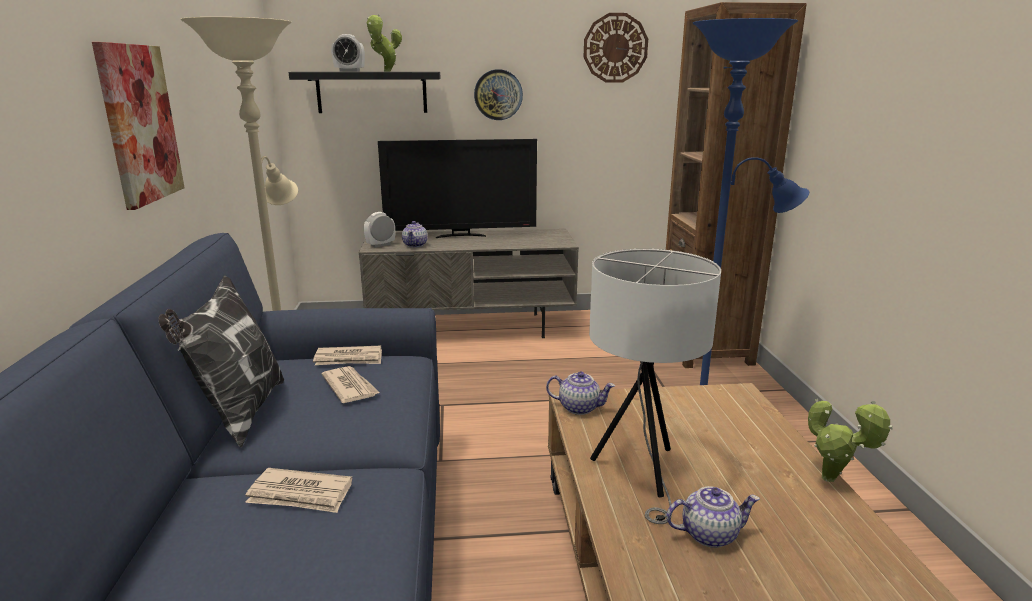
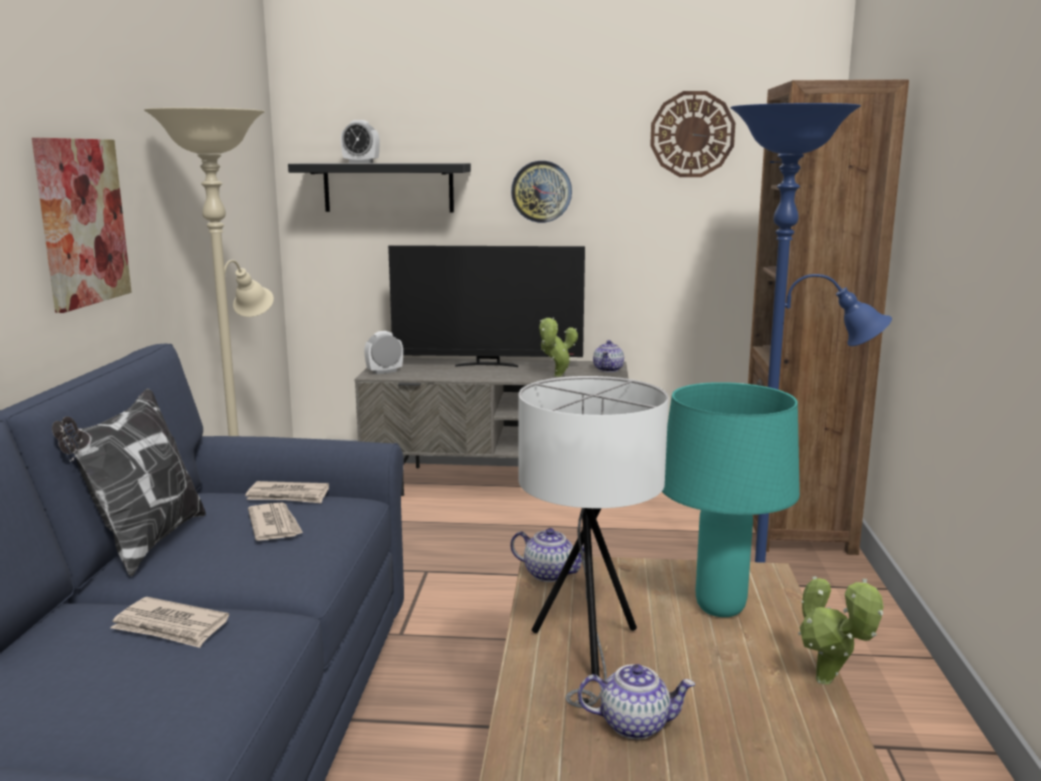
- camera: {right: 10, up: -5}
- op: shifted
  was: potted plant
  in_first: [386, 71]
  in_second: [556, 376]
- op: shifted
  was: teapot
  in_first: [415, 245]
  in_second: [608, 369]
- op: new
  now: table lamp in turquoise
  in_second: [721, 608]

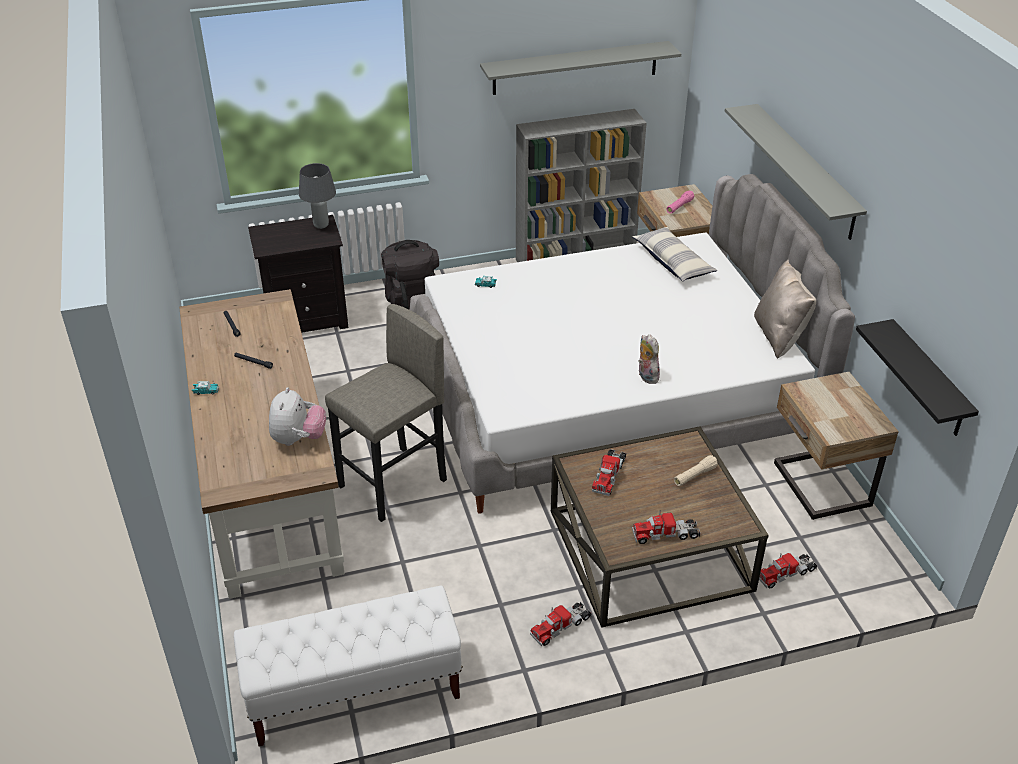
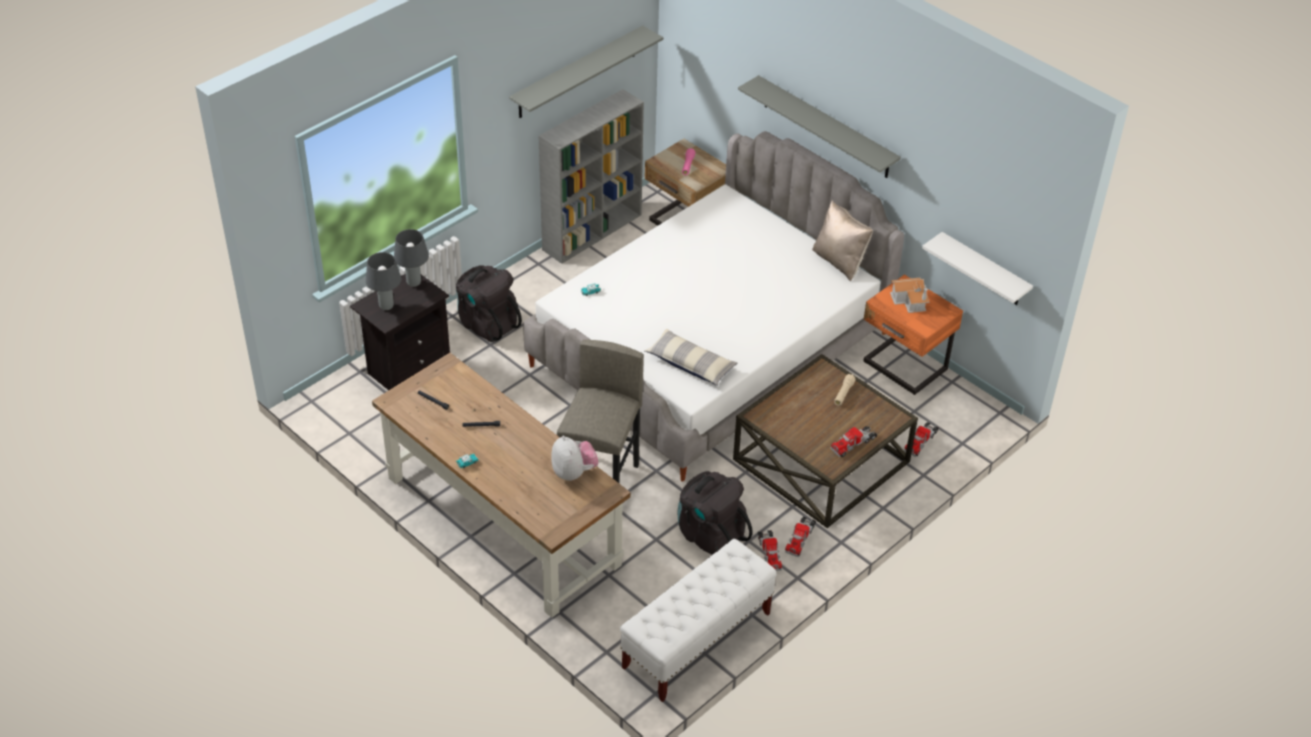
- camera: {right: -30, up: 5}
- op: shifted
  was: toy truck
  in_first: [609, 475]
  in_second: [769, 553]
- op: shifted
  was: pillow
  in_first: [673, 262]
  in_second: [690, 364]
- op: gone
  was: plush toy
  in_first: [646, 376]
- op: repainted
  was: nightstand in beige
  now: nightstand in orange
  in_first: [819, 486]
  in_second: [904, 367]
- op: repainted
  was: shelf in black
  now: shelf in white
  in_first: [928, 380]
  in_second: [984, 270]
- op: new
  now: table lamp in grey
  in_second: [387, 306]
- op: new
  now: backpack in black
  in_second: [710, 534]
- op: new
  now: toy house
  in_second: [910, 300]

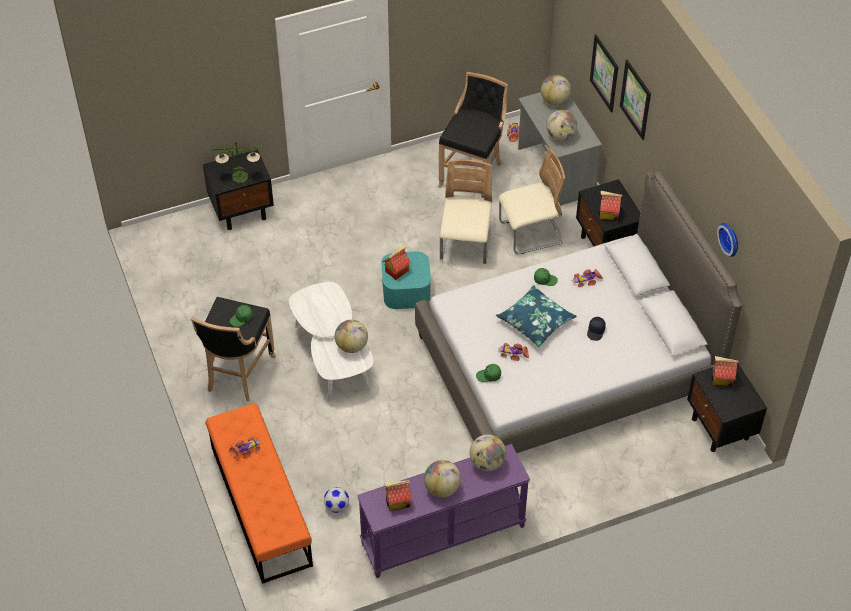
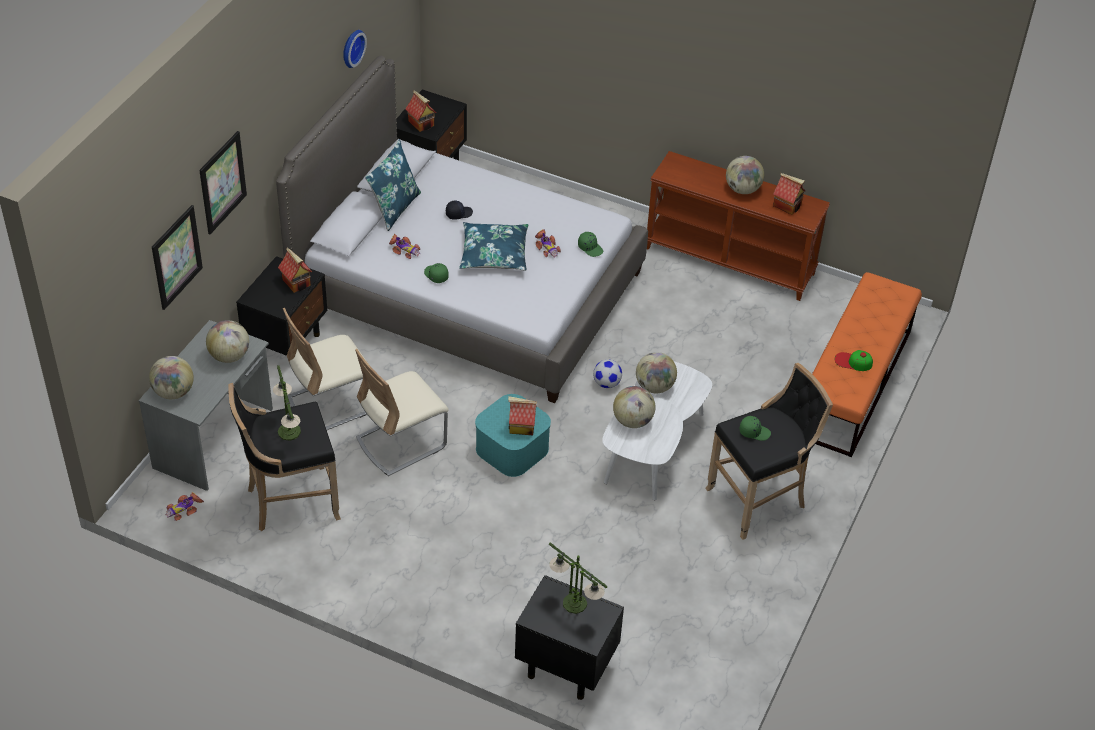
- camera: {right: -135, up: -5}
- op: swapped
  was: toy car
  now: cap
  in_first: [246, 450]
  in_second: [853, 362]
- op: shifted
  was: football
  in_first: [336, 506]
  in_second: [606, 383]
- op: repainted
  was: console table in purple
  now: console table in brown
  in_first: [443, 536]
  in_second: [730, 260]
- op: shifted
  was: globe
  in_first: [487, 463]
  in_second: [633, 421]
- op: rotated
  was: chair in beige
  in_first: [530, 233]
  in_second: [330, 404]
  clockwise: -60
- op: new
  now: table lamp
  in_second: [289, 432]
- op: new
  now: pillow in blue
  in_second: [394, 208]

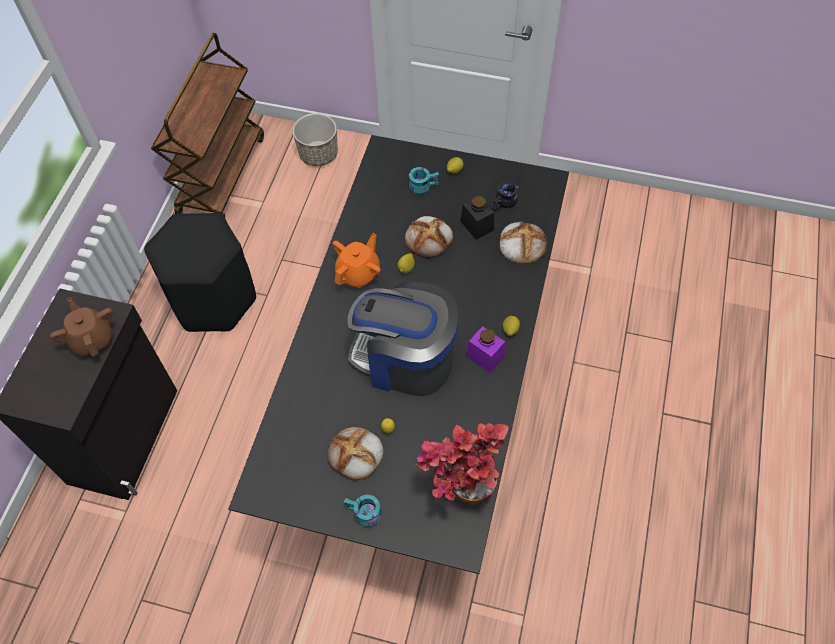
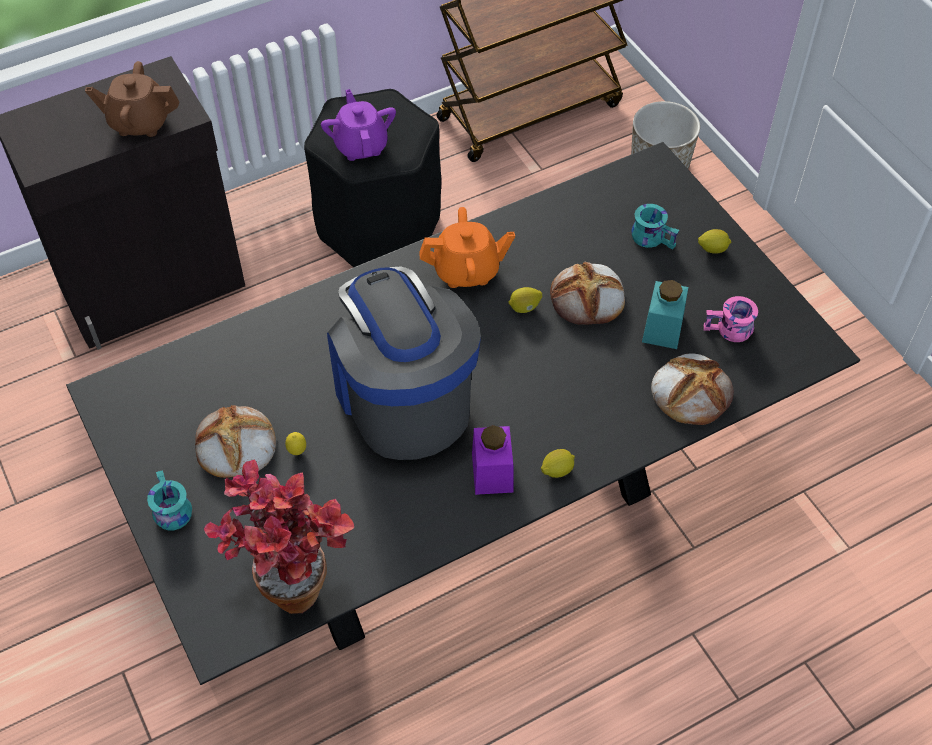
- camera: {right: 45, up: -5}
- op: rotated
  was: teapot in brown
  in_first: [92, 339]
  in_second: [140, 122]
  clockwise: -105
- op: repainted
  was: jar in black
  now: jar in turquoise
  in_first: [477, 225]
  in_second: [662, 328]
- op: repainted
  was: mug in black
  now: mug in pink
  in_first: [505, 203]
  in_second: [729, 331]
- op: new
  now: teapot in purple
  in_second: [361, 145]

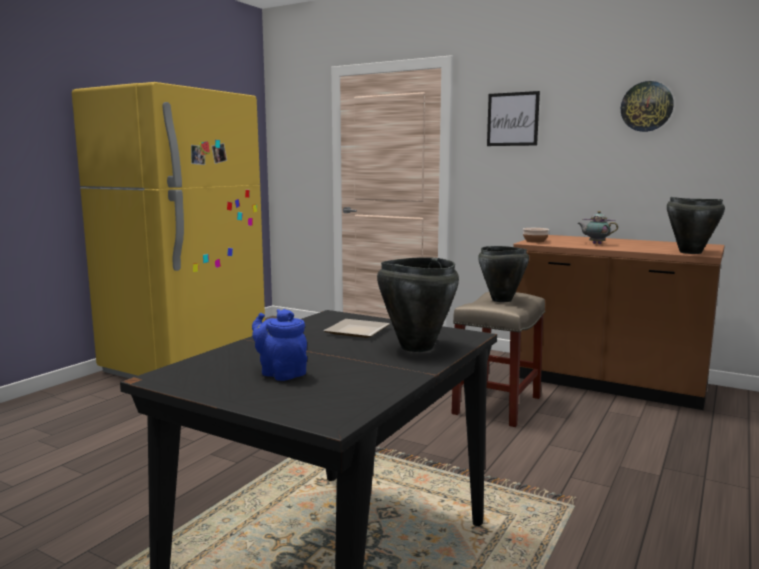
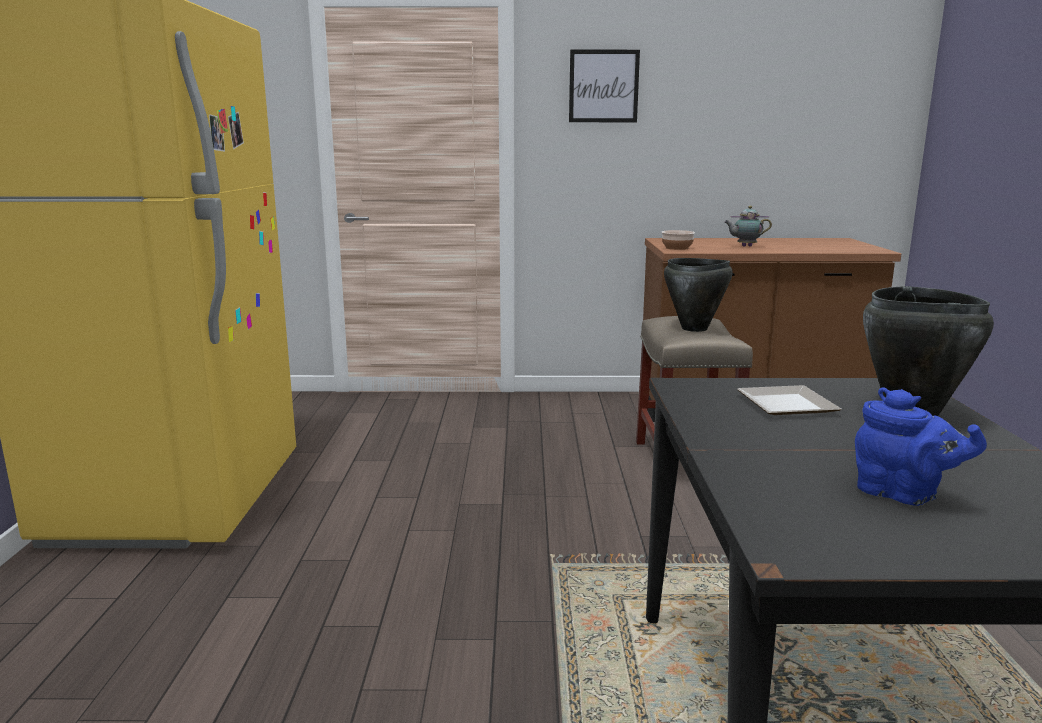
- camera: {right: -30, up: 5}
- op: rotated
  was: teapot in blue
  in_first: [280, 373]
  in_second: [902, 495]
  clockwise: -150
- op: gone
  was: wall clock
  in_first: [646, 106]
- op: gone
  was: cooking pot in black
  in_first: [690, 252]

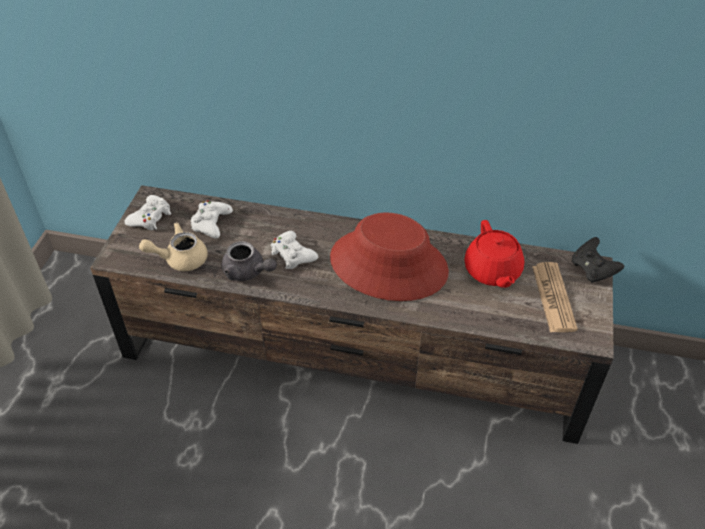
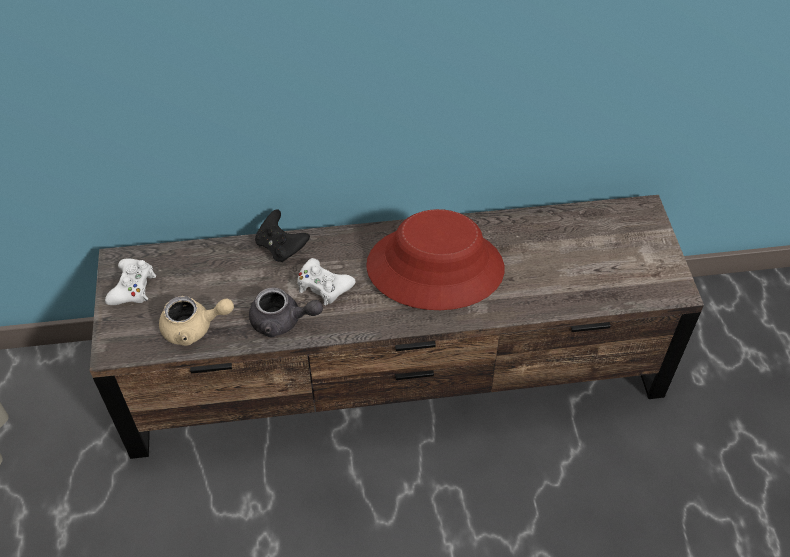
- camera: {right: -20, up: 5}
- op: rotated
  was: teapot in beige
  in_first: [180, 259]
  in_second: [194, 328]
  clockwise: -150
- op: gone
  was: game controller in white
  in_first: [211, 223]
- op: gone
  was: teapot in red
  in_first: [492, 271]
- op: gone
  was: newspaper
  in_first: [553, 298]
- op: shifted
  was: game controller in black
  in_first: [592, 270]
  in_second: [281, 247]

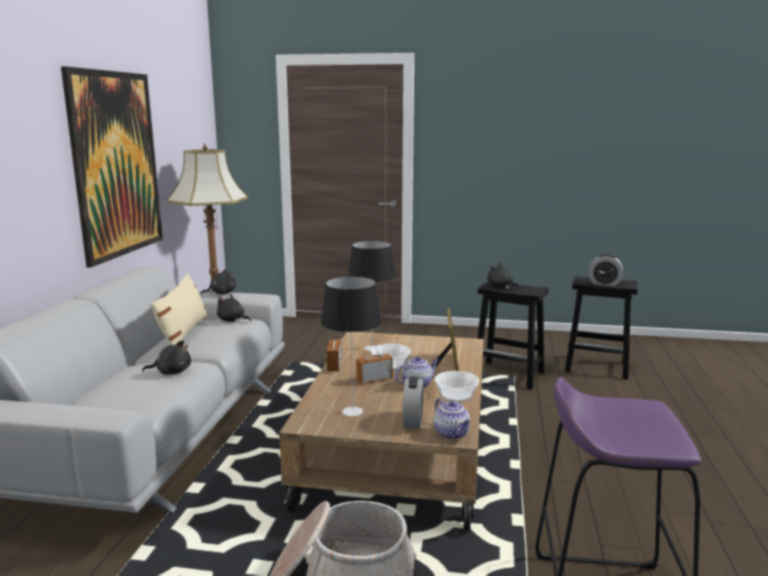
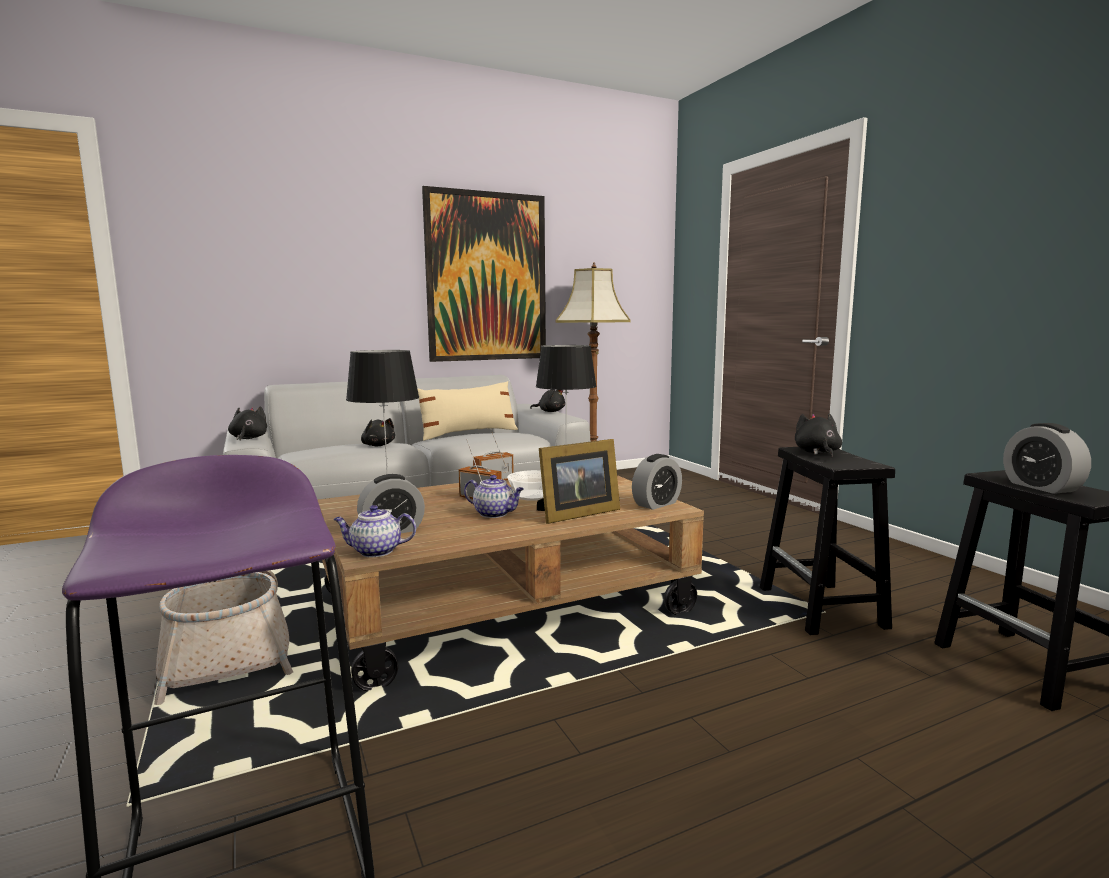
- camera: {right: 55, up: -5}
- op: shifted
  was: plush toy in black
  in_first: [232, 320]
  in_second: [248, 438]
- op: rotated
  was: teapot
  in_first: [452, 434]
  in_second: [375, 551]
  clockwise: 60
- op: gone
  was: bowl
  in_first: [455, 395]
- op: new
  now: alarm clock
  in_second: [656, 504]

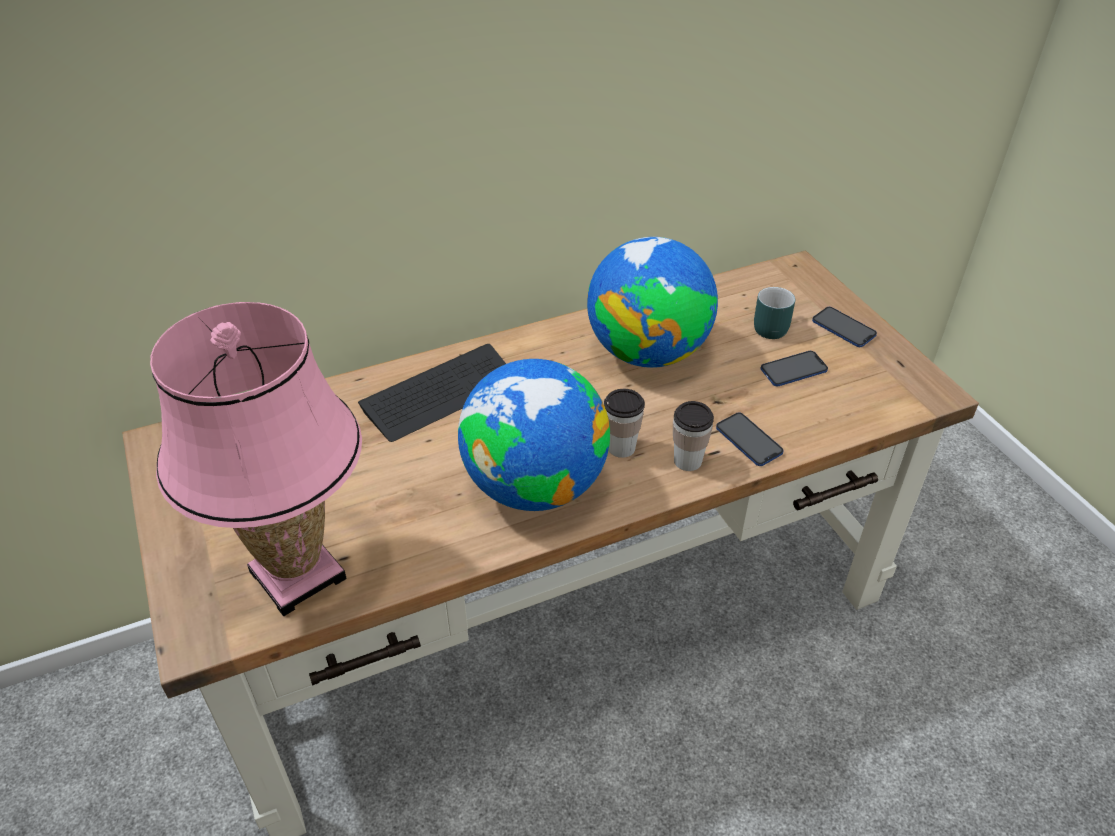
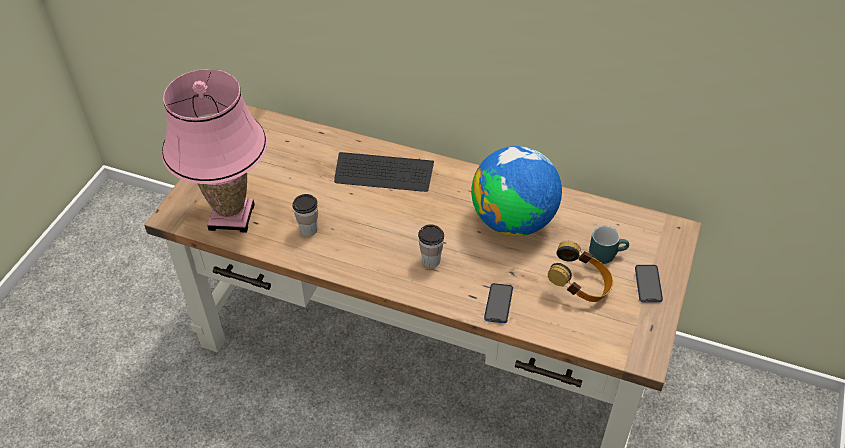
- camera: {right: 45, up: 5}
- op: gone
  was: globe
  in_first: [534, 486]
- op: shifted
  was: cup
  in_first: [687, 461]
  in_second: [308, 229]
- op: swapped
  was: phone
  now: headphones
  in_first: [793, 370]
  in_second: [580, 286]

